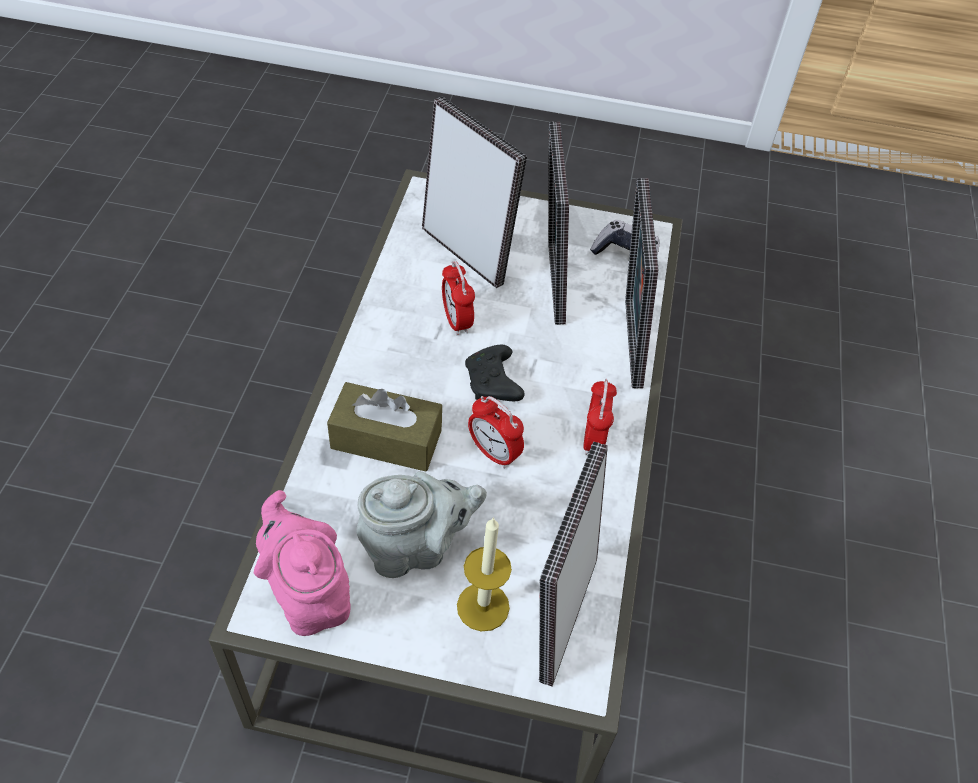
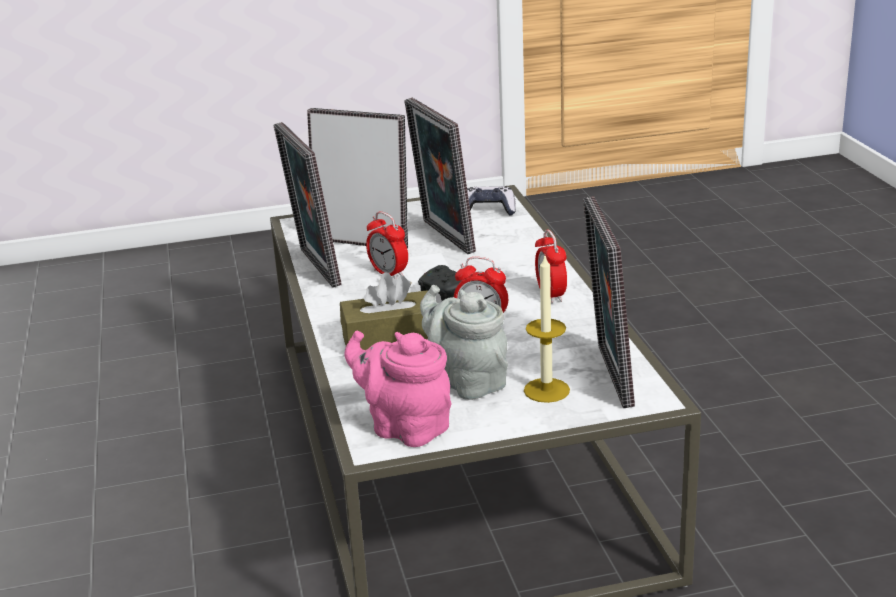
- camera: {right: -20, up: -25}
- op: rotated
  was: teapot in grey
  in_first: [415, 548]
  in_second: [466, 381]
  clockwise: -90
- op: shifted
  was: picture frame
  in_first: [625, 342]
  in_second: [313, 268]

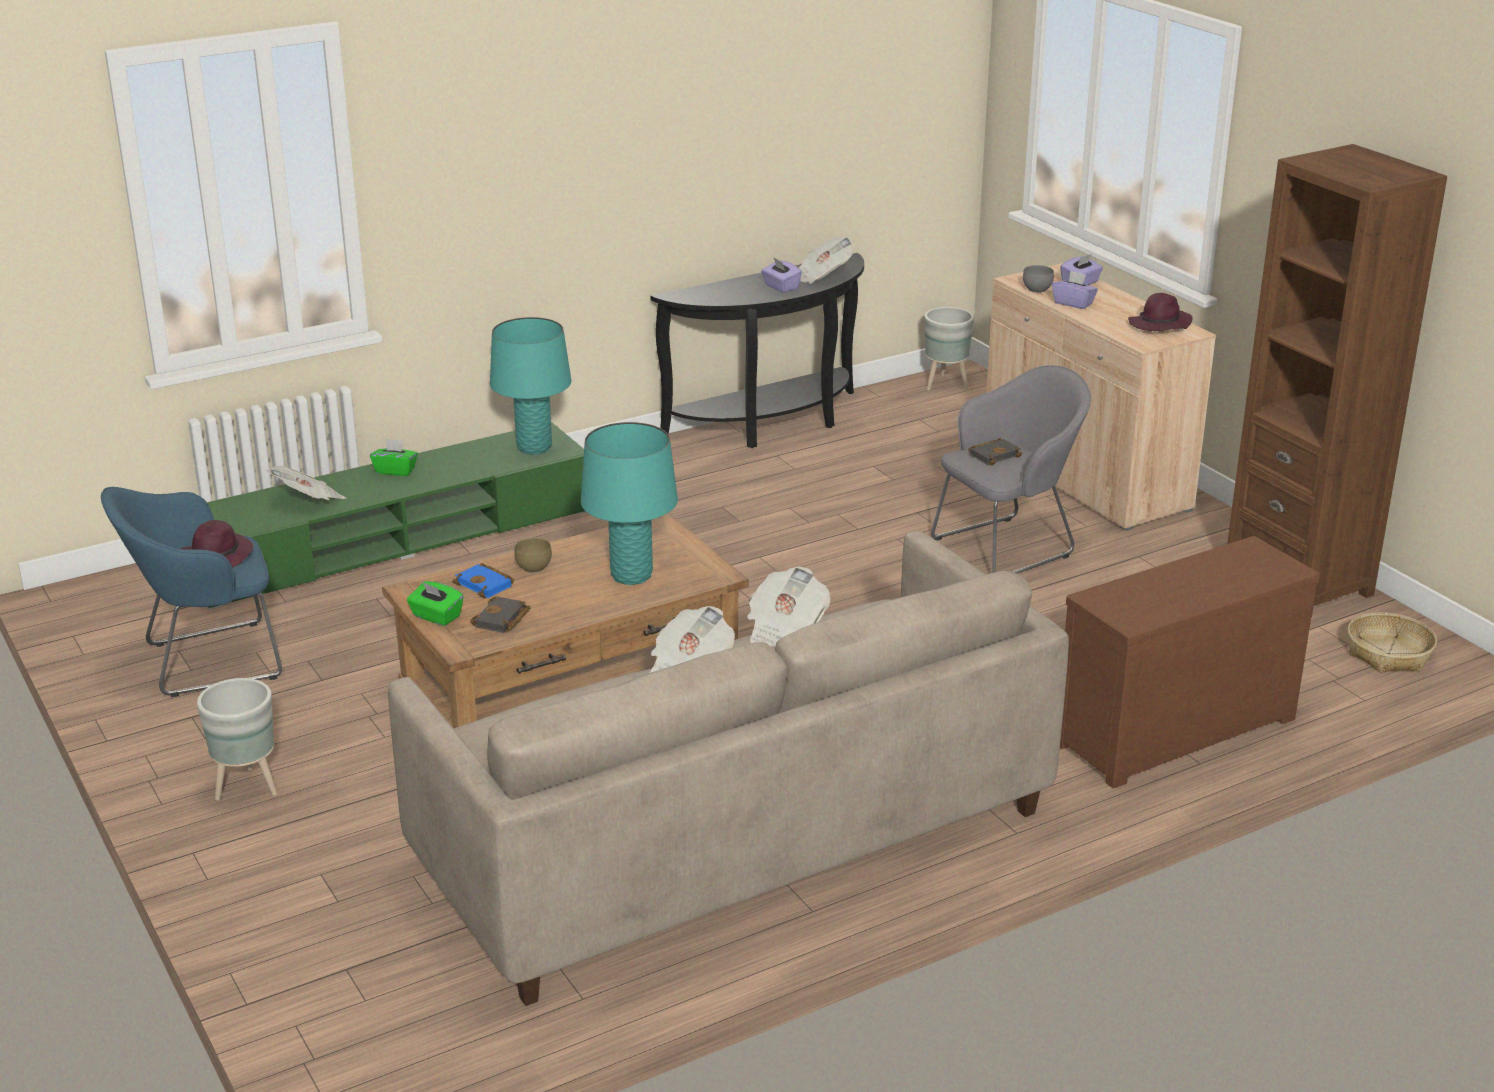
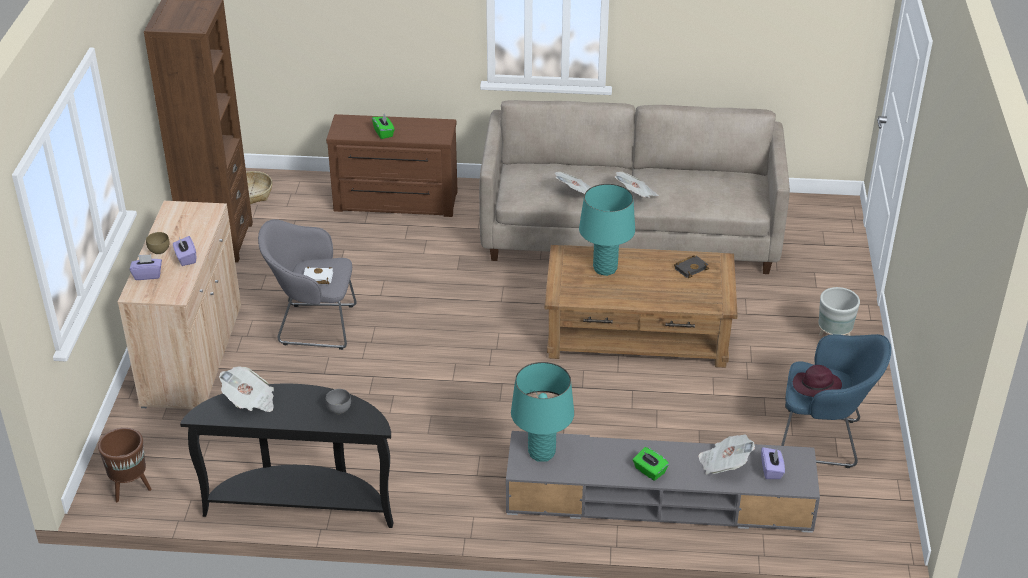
- camera: {right: -145, up: 10}
- op: repainted
  was: tv stand in green
  now: tv stand in grey
  in_first: [393, 541]
  in_second: [658, 499]
- op: shifted
  was: tissue box in green
  in_first: [436, 616]
  in_second: [384, 133]
- op: gone
  was: book in blue
  in_first: [486, 585]
- op: shifted
  was: bowl in brown
  in_first: [532, 568]
  in_second: [160, 251]
- op: shifted
  was: tissue box in purple
  in_first: [780, 287]
  in_second: [771, 470]
- op: repainted
  was: planter in grey
  now: planter in brown
  in_first: [946, 384]
  in_second: [130, 489]
- op: repainted
  was: book in black
  now: book in white
  in_first: [994, 455]
  in_second: [317, 278]
- op: shifted
  was: bowl in grey
  in_first: [1036, 289]
  in_second: [339, 410]
- op: gone
  was: hat in purple
  in_first: [1159, 325]

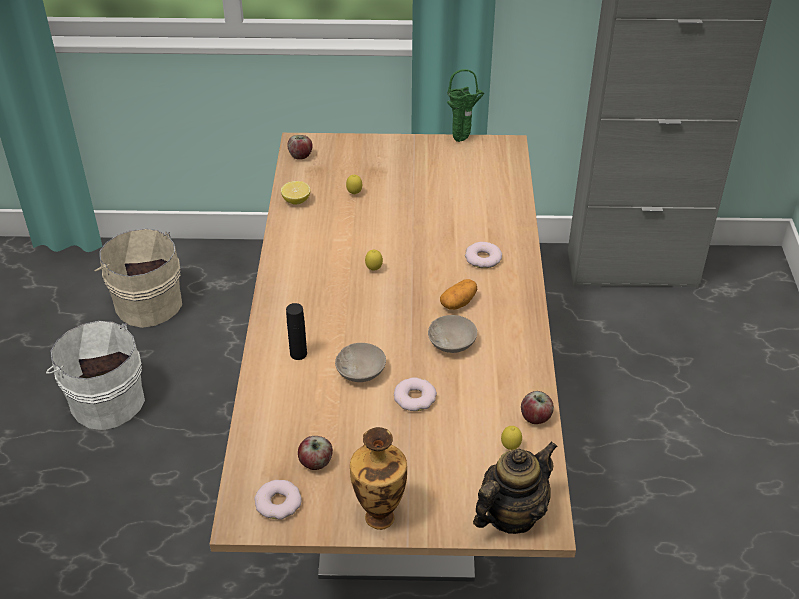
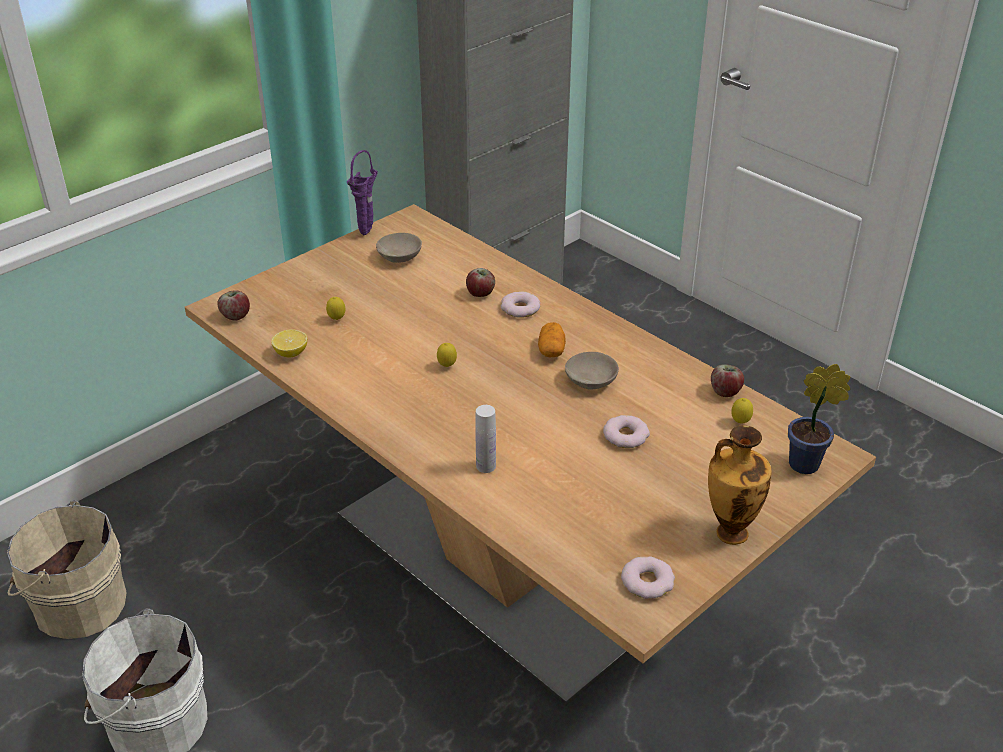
- camera: {right: -45, up: -5}
- op: repainted
  was: bottle in black
  now: bottle in white
  in_first: [298, 354]
  in_second: [486, 466]
- op: shifted
  was: apple
  in_first: [316, 463]
  in_second: [481, 294]
- op: shifted
  was: bowl in beige
  in_first: [362, 372]
  in_second: [401, 257]
- op: repainted
  was: vase in green
  now: vase in purple
  in_first: [463, 140]
  in_second: [367, 232]
- op: swapped
  was: teapot
  now: potted plant
  in_first: [511, 514]
  in_second: [808, 464]

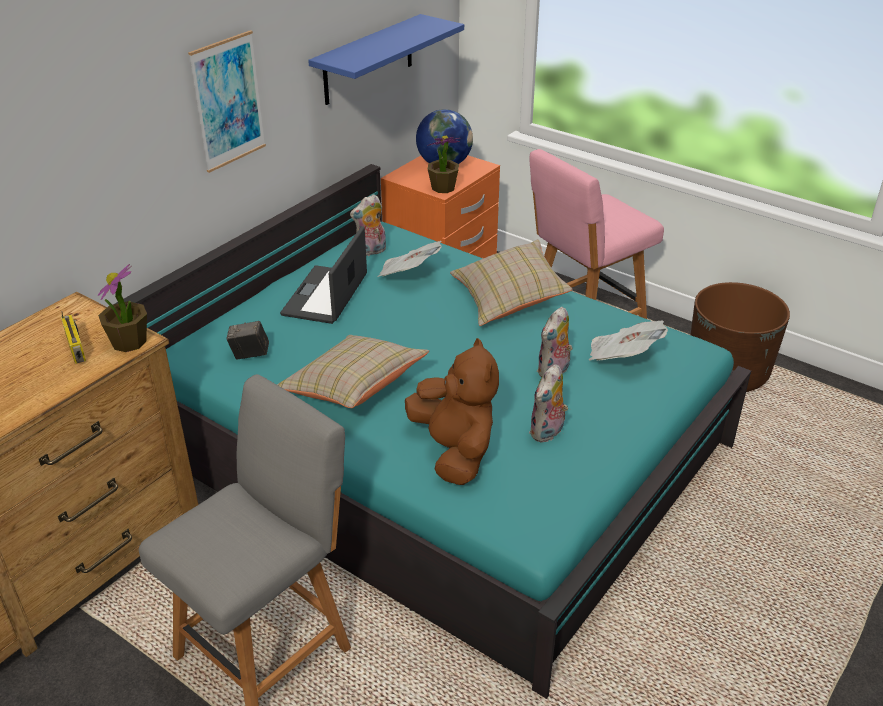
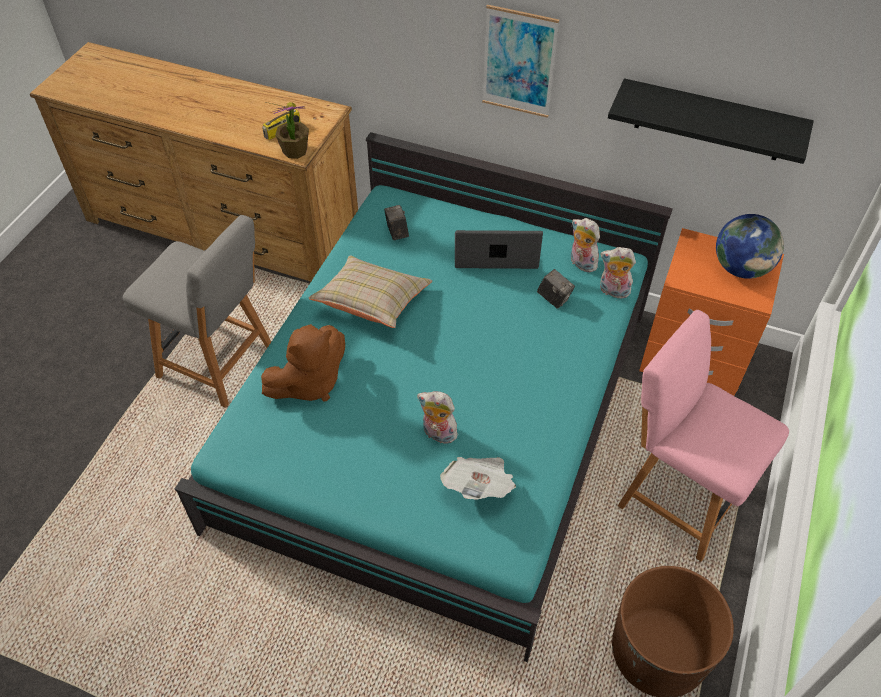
- camera: {right: 75, up: 15}
- op: repainted
  was: shelf in blue
  now: shelf in black
  in_first: [368, 60]
  in_second: [710, 121]
- op: swapped
  was: newspaper
  now: photo camera
  in_first: [409, 274]
  in_second: [554, 298]
- op: gone
  was: potted plant
  in_first: [443, 188]
- op: gone
  was: pillow in beige
  in_first: [508, 299]
- op: shifted
  was: plush toy
  in_first: [548, 433]
  in_second: [613, 291]

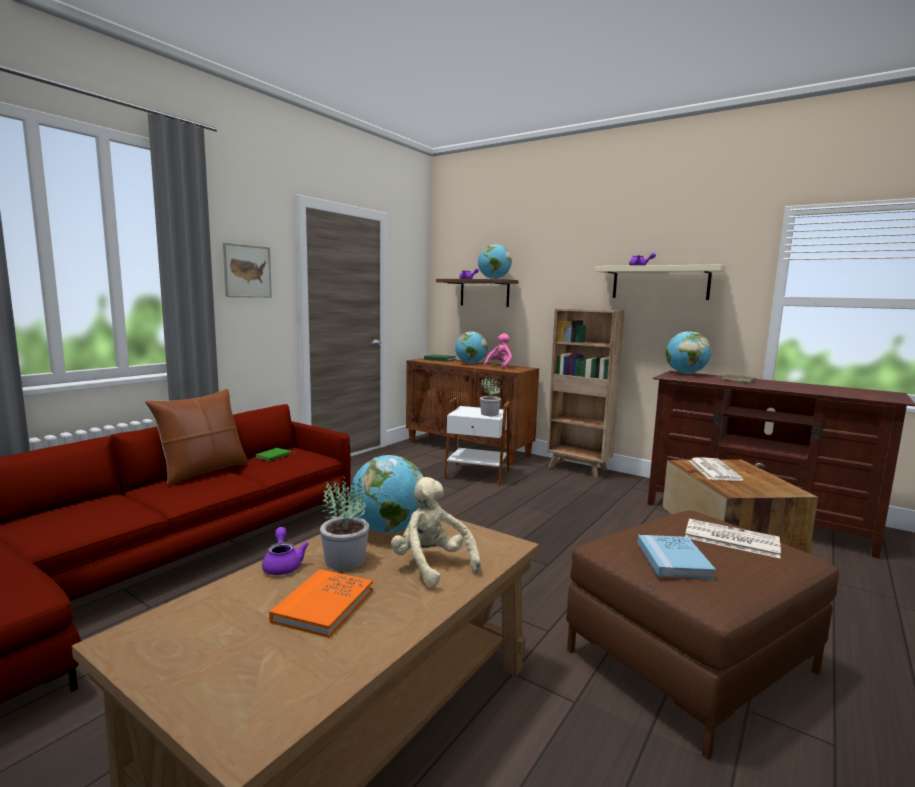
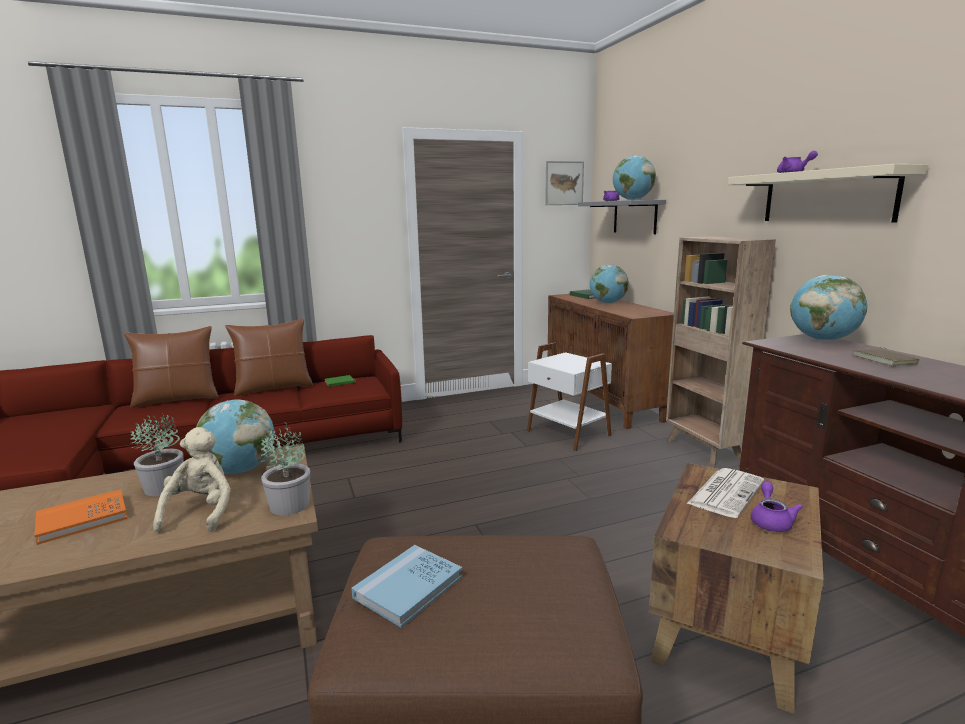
- camera: {right: 35, up: 5}
- op: shifted
  was: picture
  in_first: [247, 271]
  in_second: [564, 183]
- op: shifted
  was: teapot in purple
  in_first: [283, 565]
  in_second: [770, 521]
- op: repainted
  was: shelf in brown
  now: shelf in grey
  in_first: [484, 293]
  in_second: [635, 217]
- op: shifted
  was: potted plant
  in_first: [489, 414]
  in_second: [289, 505]
- op: gone
  was: plush toy in pink
  in_first: [499, 367]
- op: gone
  was: newspaper
  in_first: [730, 539]
- op: new
  now: pillow in brown
  in_second: [177, 399]

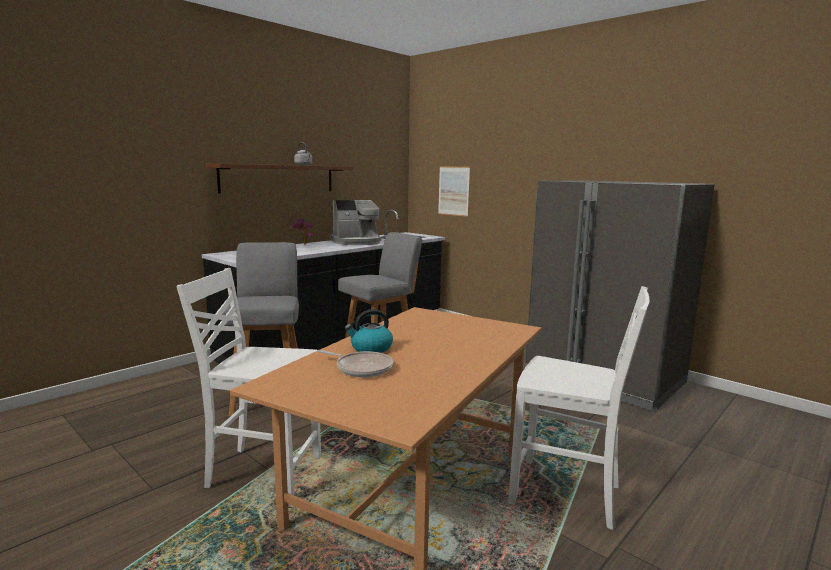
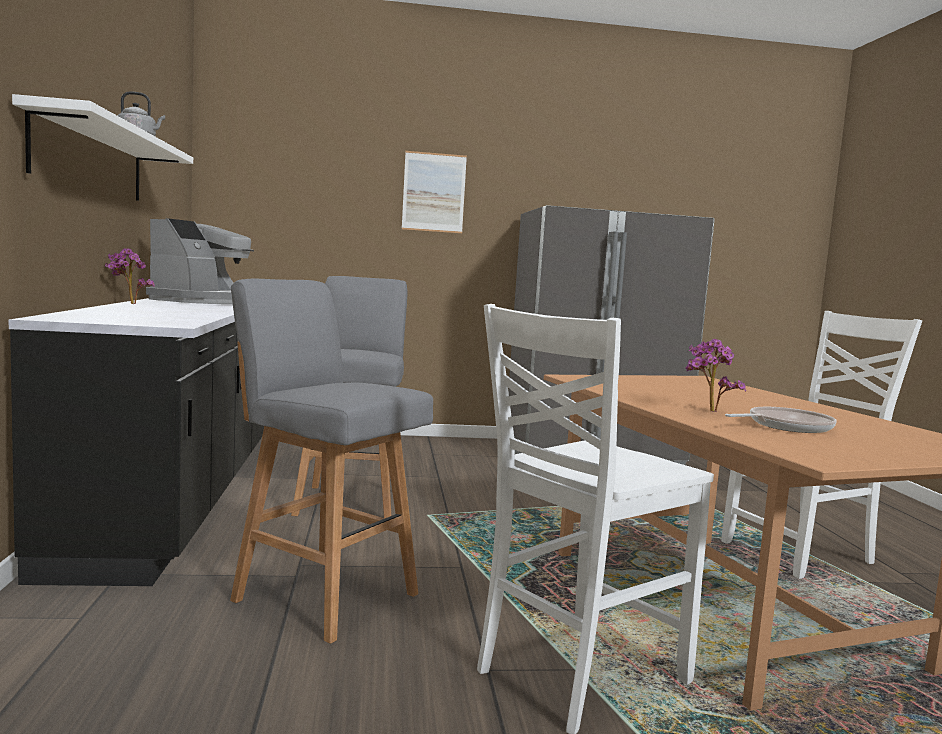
- camera: {right: -50, up: -5}
- op: repainted
  was: shelf in brown
  now: shelf in white
  in_first: [279, 178]
  in_second: [91, 159]
- op: swapped
  was: kettle
  now: potted plant
  in_first: [370, 348]
  in_second: [708, 411]
- op: shifted
  was: picture
  in_first: [453, 191]
  in_second: [434, 192]

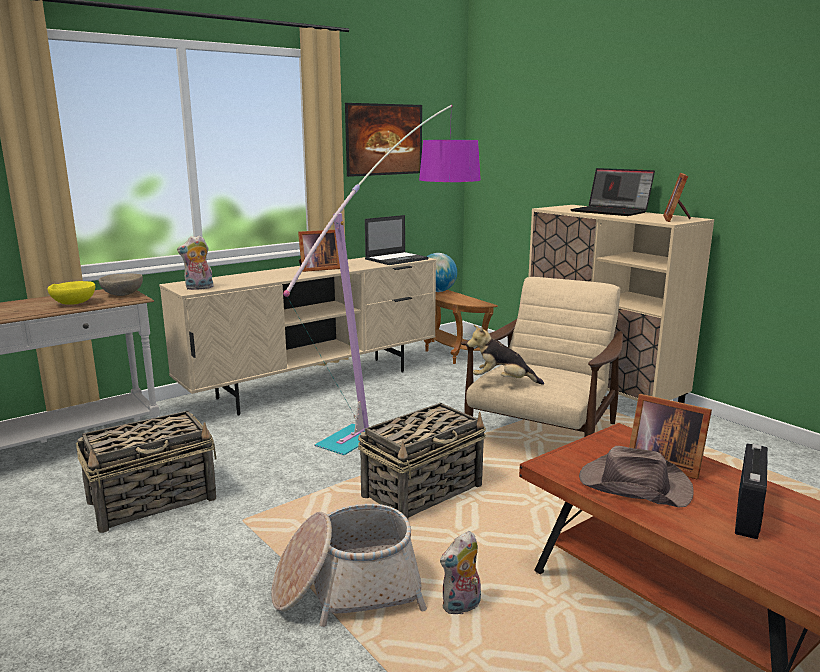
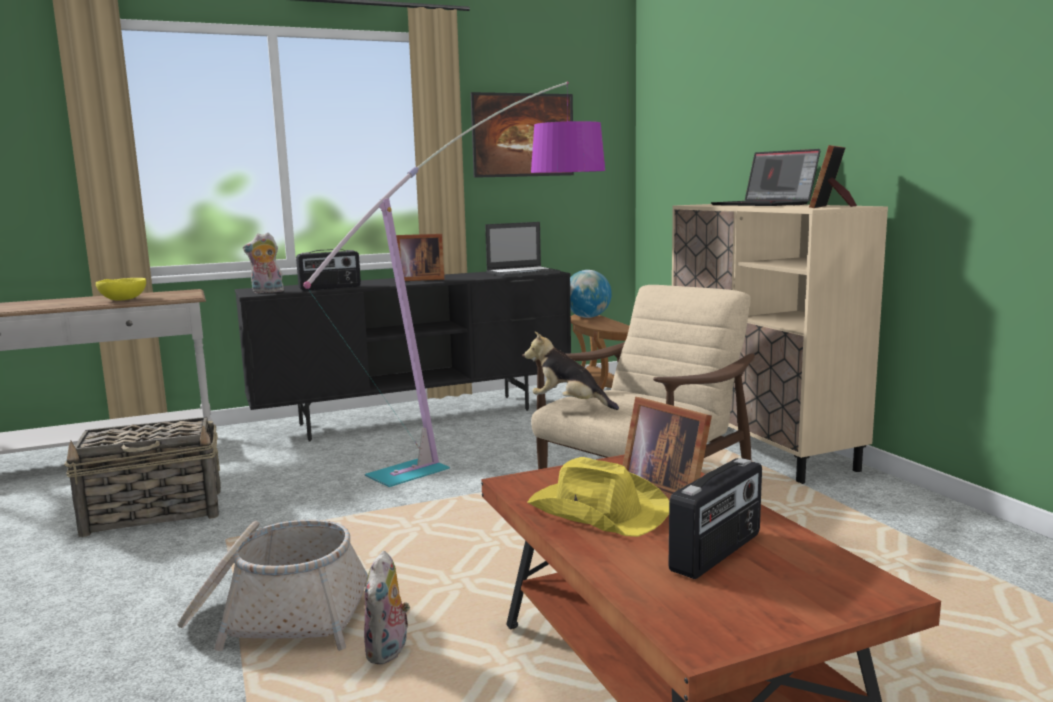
- camera: {right: 15, up: -5}
- op: gone
  was: bowl in beige
  in_first: [123, 294]
- op: repainted
  was: tv stand in beige
  now: tv stand in black
  in_first: [316, 384]
  in_second: [418, 417]
- op: gone
  was: basket
  in_first: [423, 491]
- op: rotated
  was: plush toy
  in_first: [461, 607]
  in_second: [389, 652]
  clockwise: -60
- op: repainted
  was: hat in brown
  now: hat in yellow
  in_first: [633, 485]
  in_second: [597, 510]
- op: new
  now: radio
  in_second: [330, 288]

